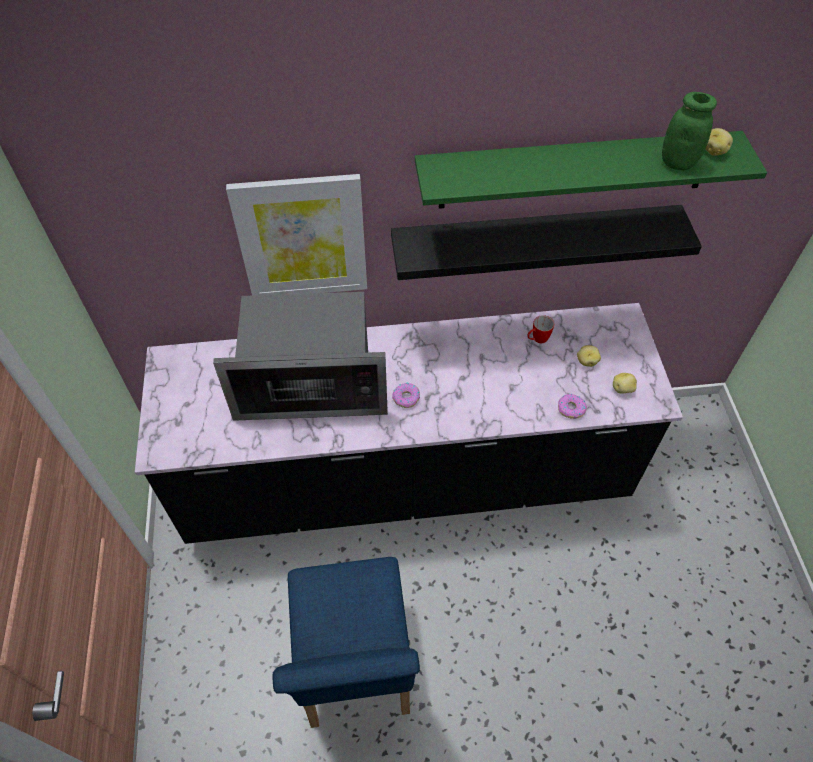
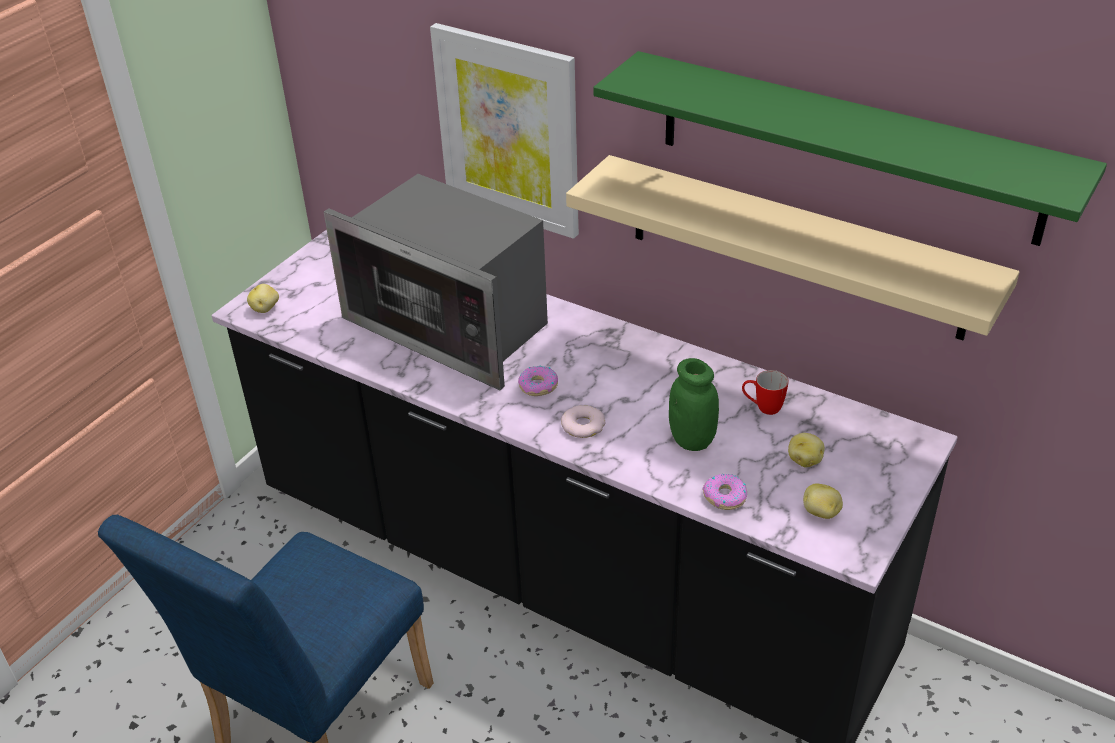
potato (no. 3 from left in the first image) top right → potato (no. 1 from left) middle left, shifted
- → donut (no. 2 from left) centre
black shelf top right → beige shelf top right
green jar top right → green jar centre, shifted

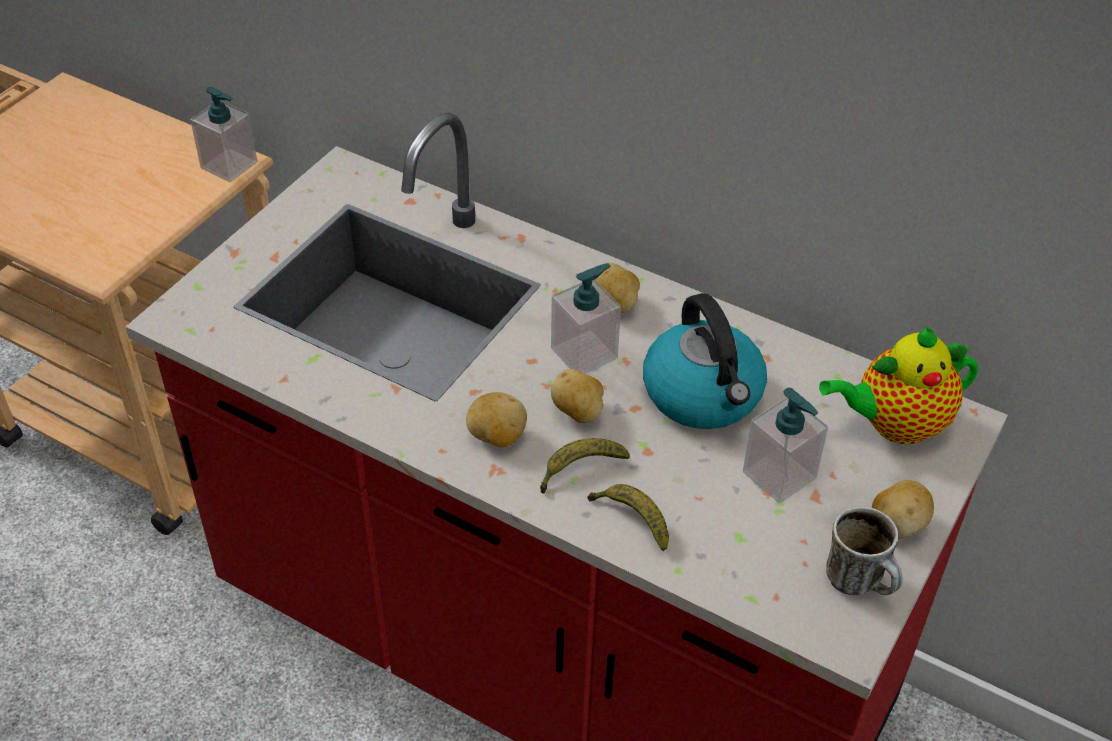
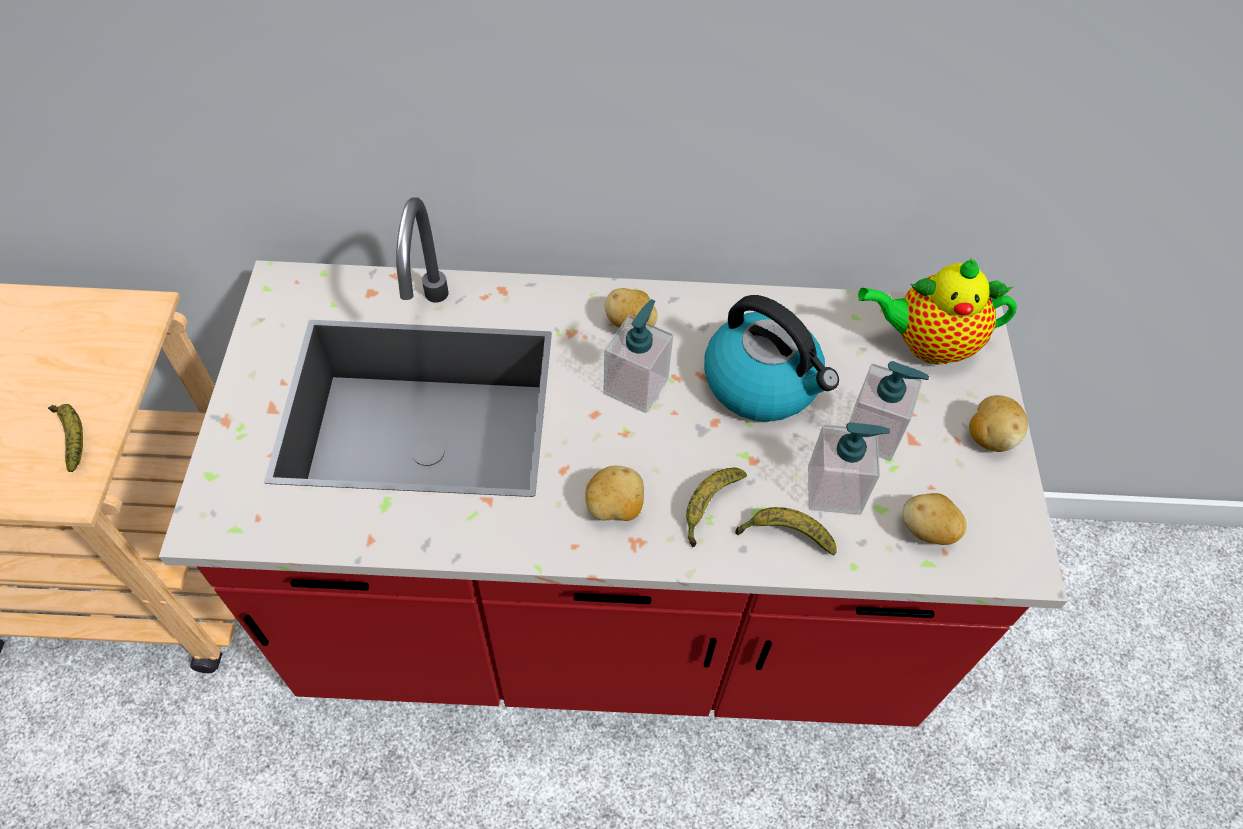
- → banana (no. 1 from left) middle left
soap dispenser (no. 1 from left in the first image) top left → soap dispenser (no. 2 from left) middle right, shifted
teapot middle right, 45 degrees clockwise
potato (no. 2 from left in the first image) centre → potato (no. 3 from left) middle right, shifted
mug bottom right → -

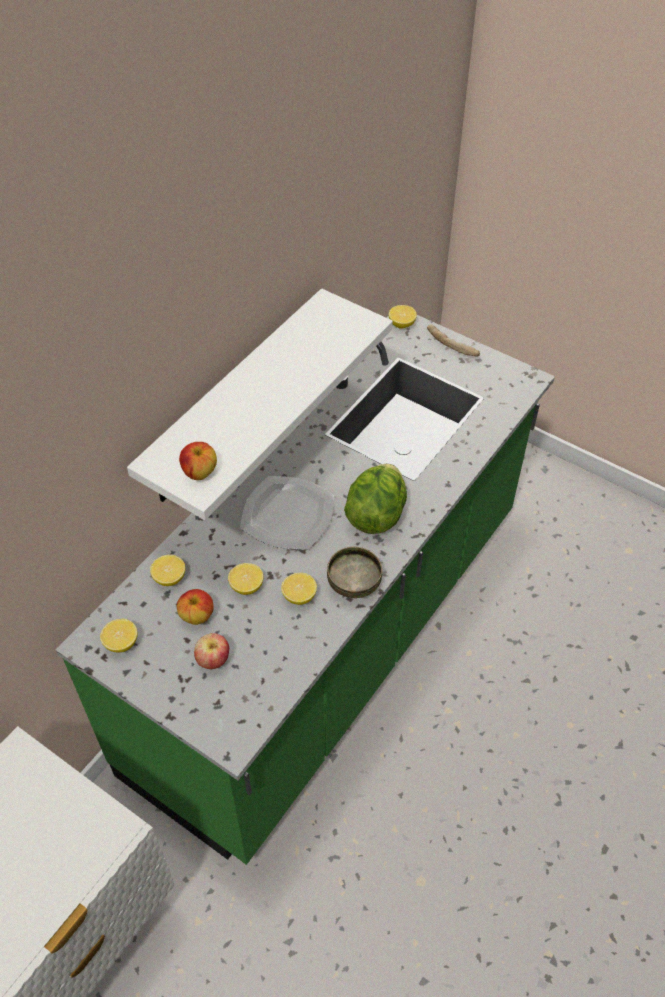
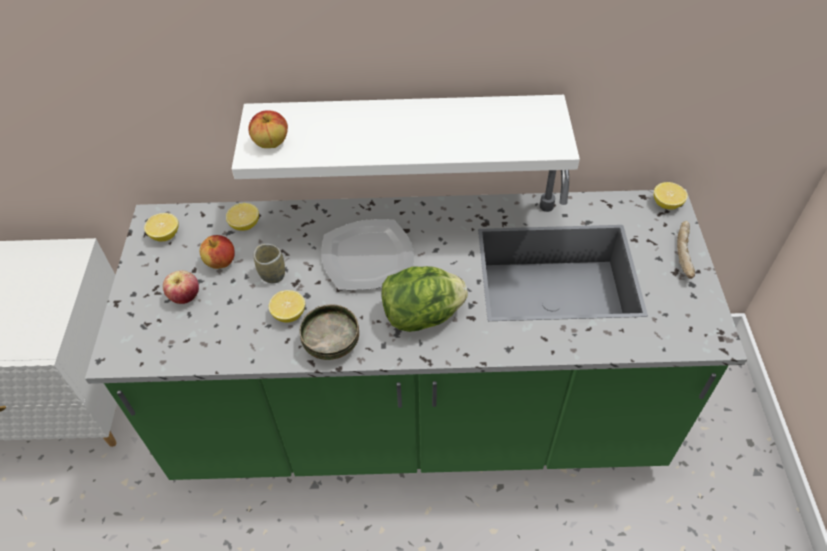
lemon (no. 3 from left) centre → cup middle left

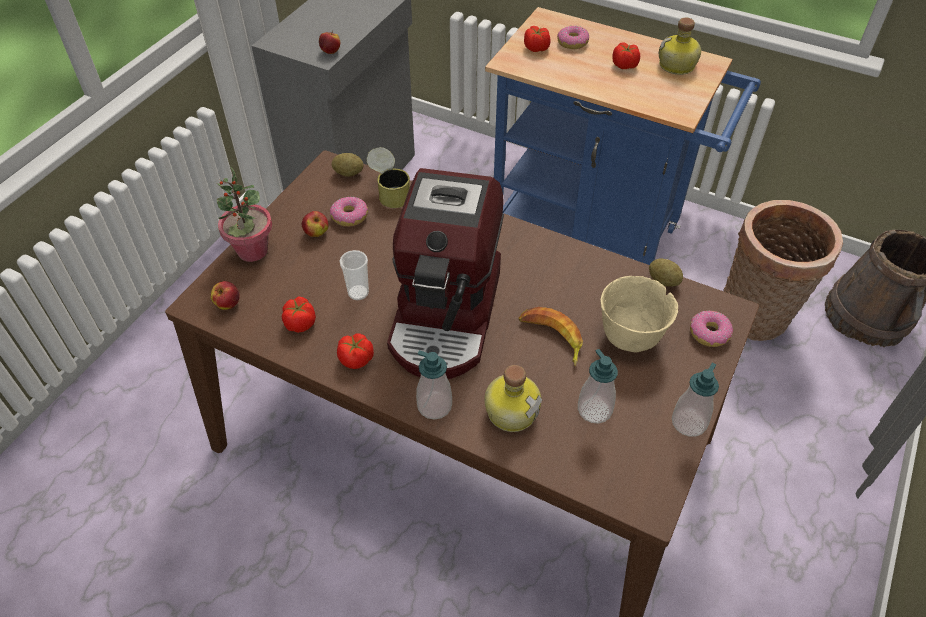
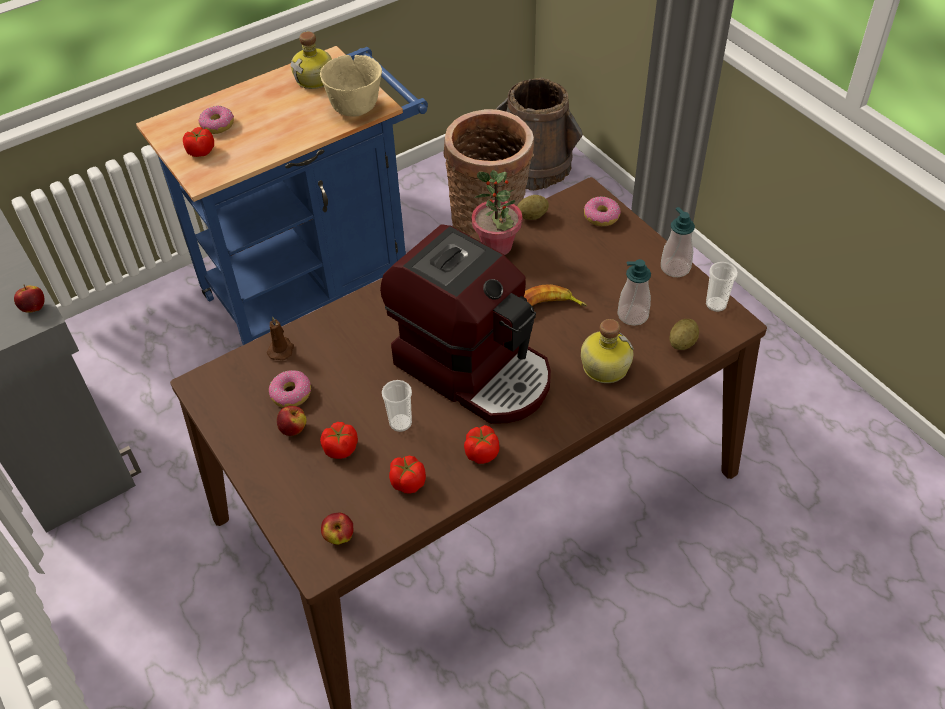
can top centre → brown candle middle left
beige bowl middle right → beige bowl top centre, shifted
tomato (no. 4 from left in the first image) top right → tomato (no. 2 from left) centre, shifted
potted plant middle left → potted plant top centre, shifted
potato (no. 1 from left in the first image) top centre → potato (no. 2 from left) middle right, shifted
- → cup (no. 2 from left) middle right
soap dispenser (no. 1 from left) centre → -

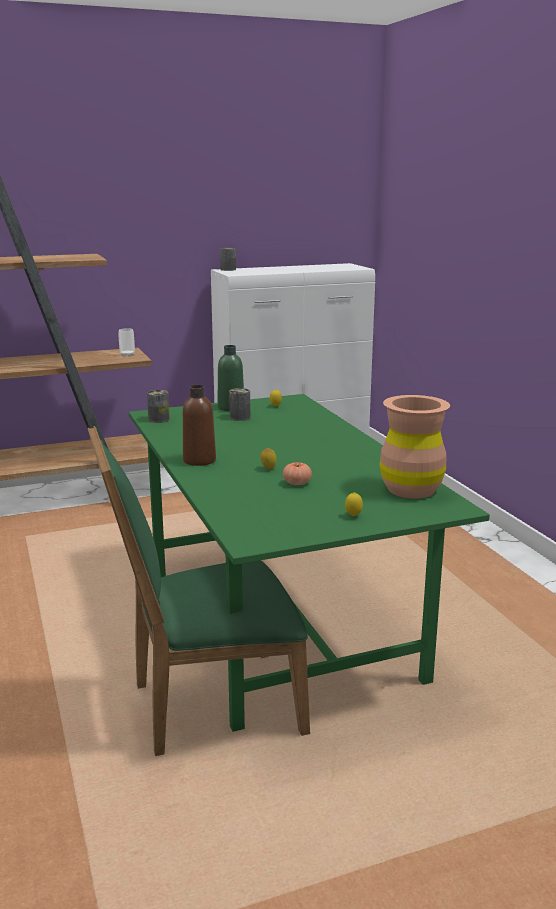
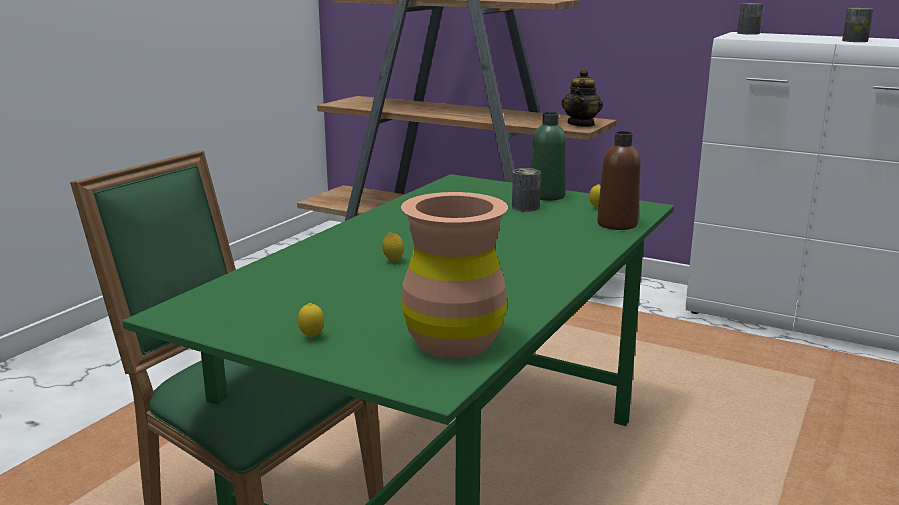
cup middle left → teapot top centre
brown bottle centre → brown bottle middle right, shifted
can (no. 1 from left in the first image) middle left → can (no. 3 from left) top right, shifted
tomato centre → -

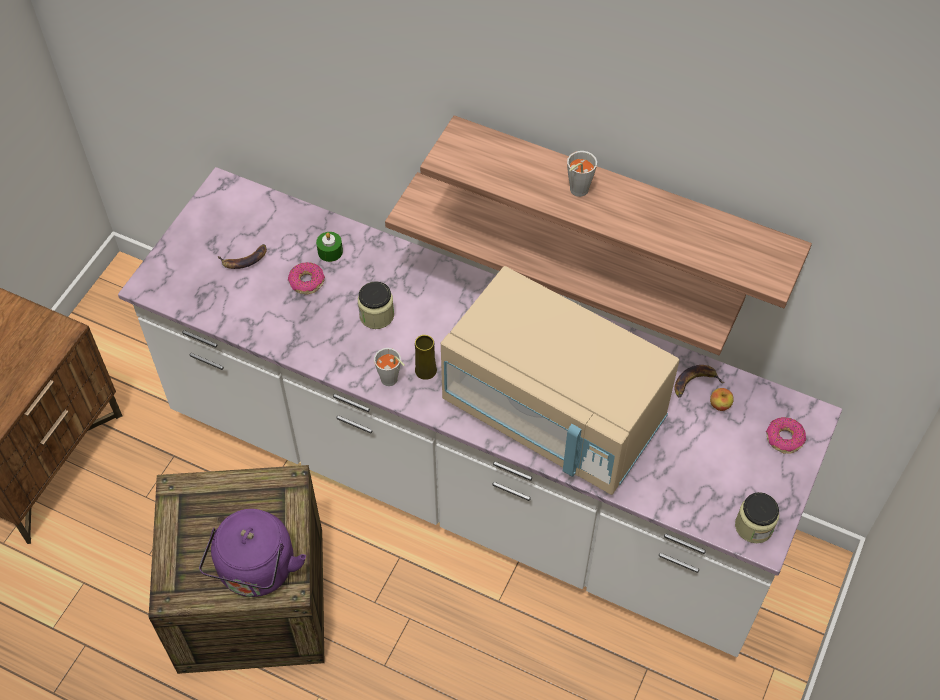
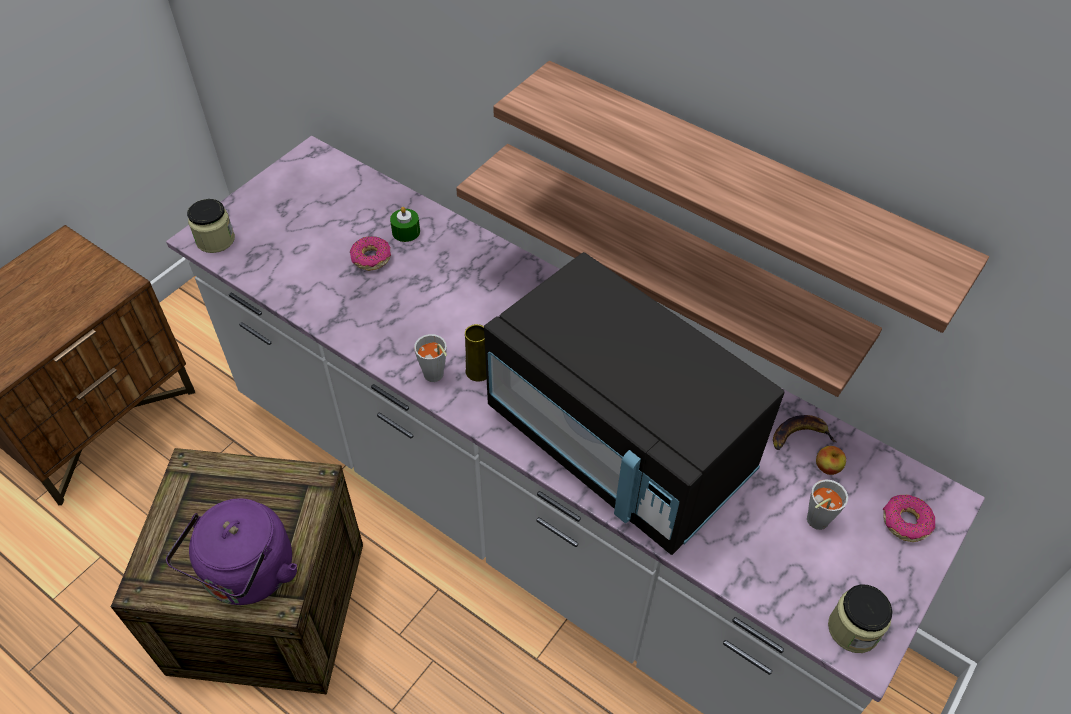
jar (no. 1 from left) centre → jar (no. 1 from left) top left, shifted
beige microwave centre → black microwave centre
grey cup (no. 2 from left) top centre → grey cup (no. 2 from left) bottom right, shifted
banana (no. 1 from left) middle left → -

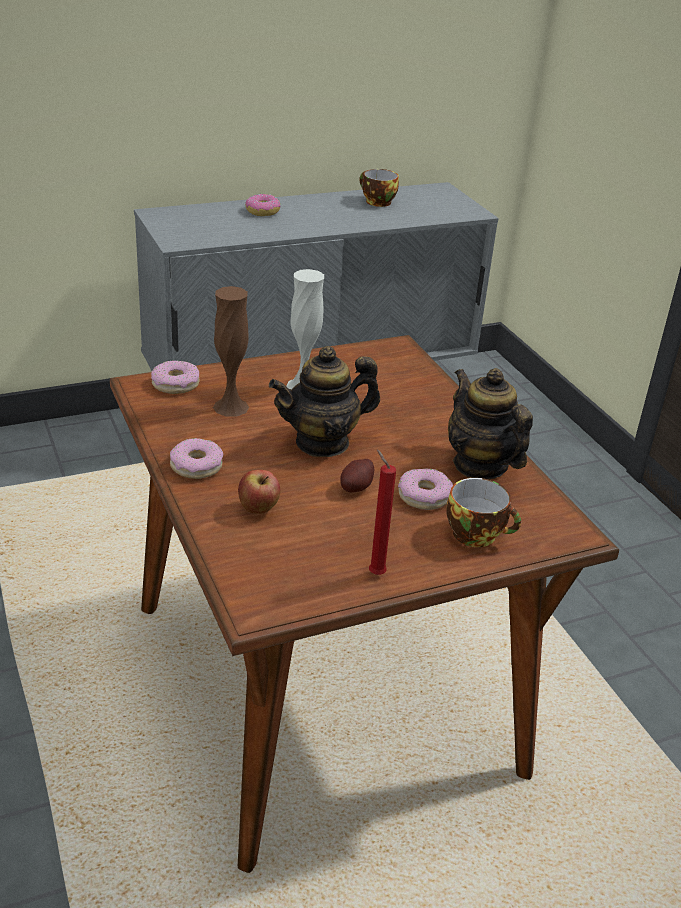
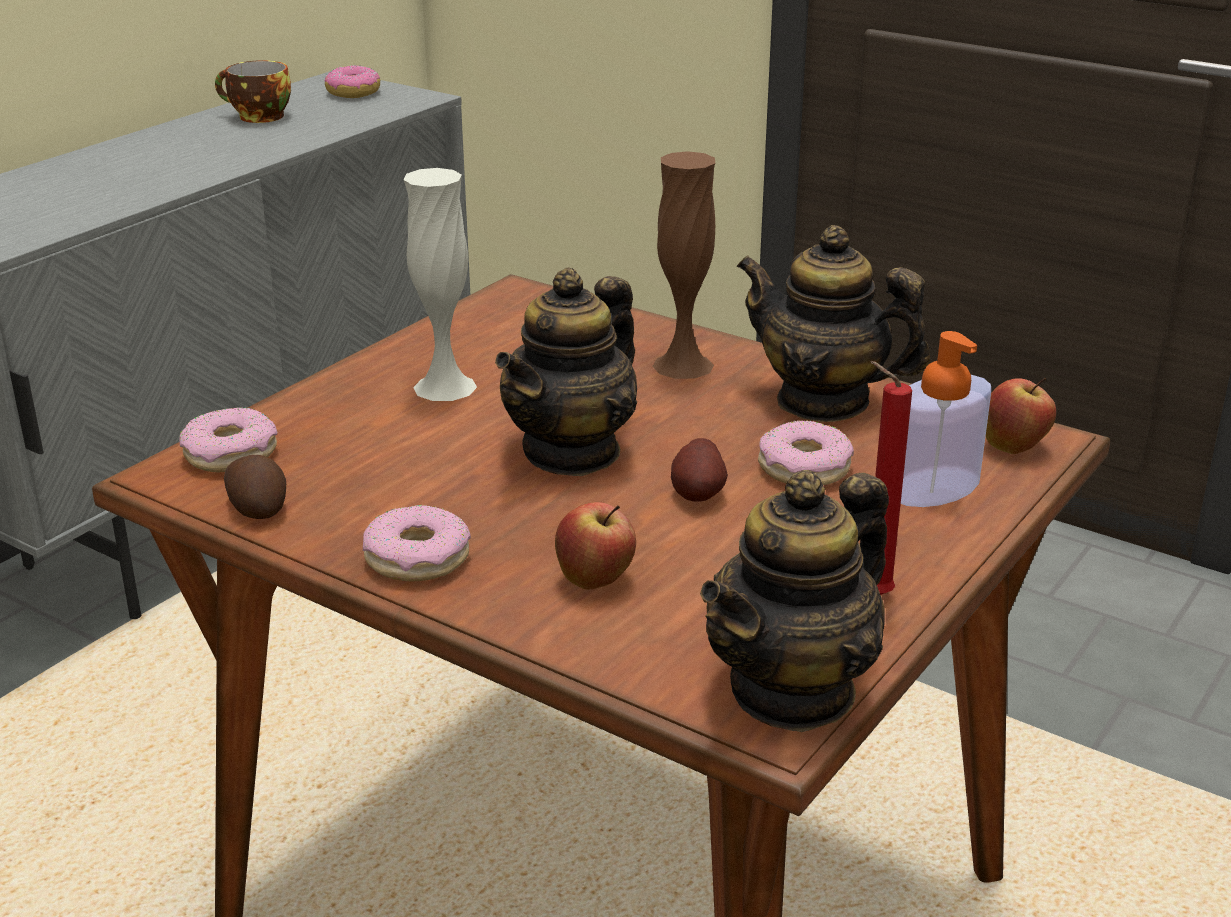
- → potato (no. 1 from left) middle left
donut (no. 3 from left in the first image) top centre → donut (no. 2 from left) top left, shifted
brown vase centre → brown vase top centre, shifted
- → teapot (no. 2 from left) centre
cup (no. 2 from left) middle right → soap dispenser middle right
- → apple (no. 2 from left) middle right

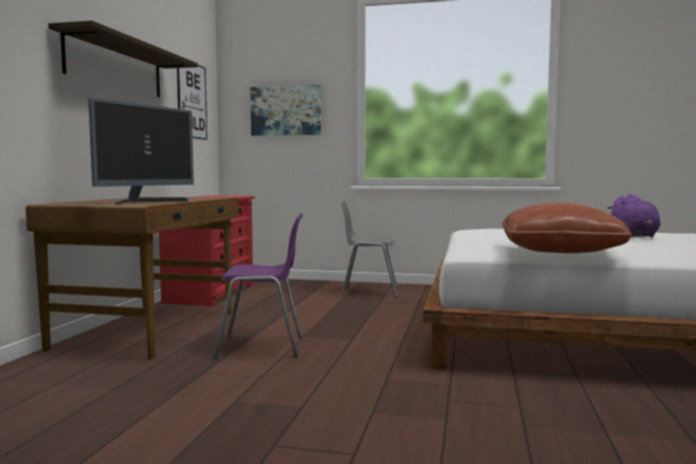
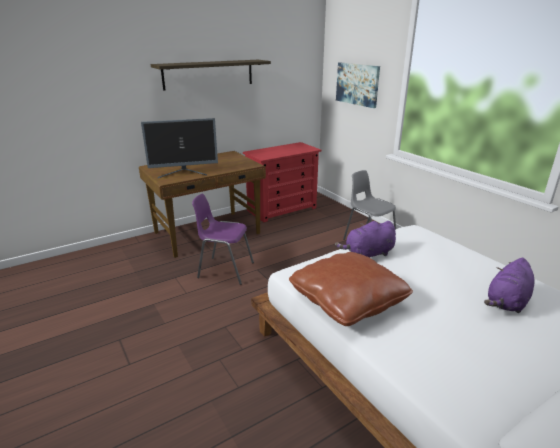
purple chair centre, 150 degrees clockwise
- → purple plush toy (no. 1 from left) centre
picture (no. 1 from left) top left → -

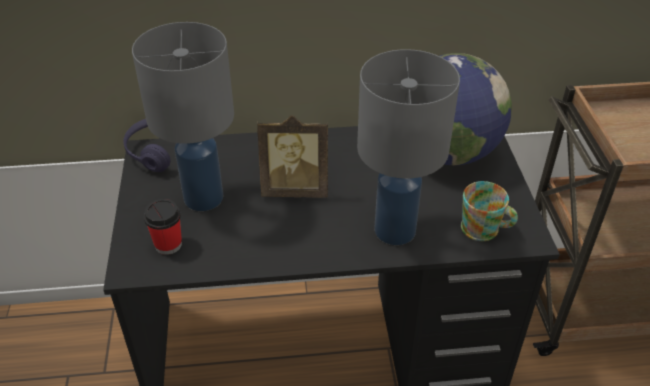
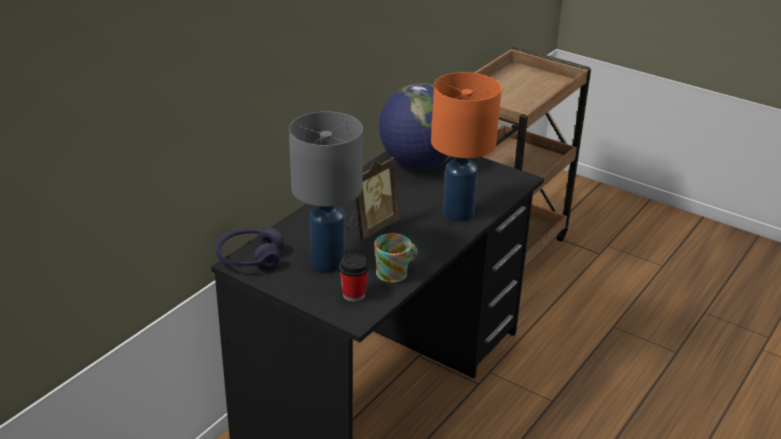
mug middle right → mug centre, shifted
grey table lamp (no. 2 from left) centre → orange table lamp centre

